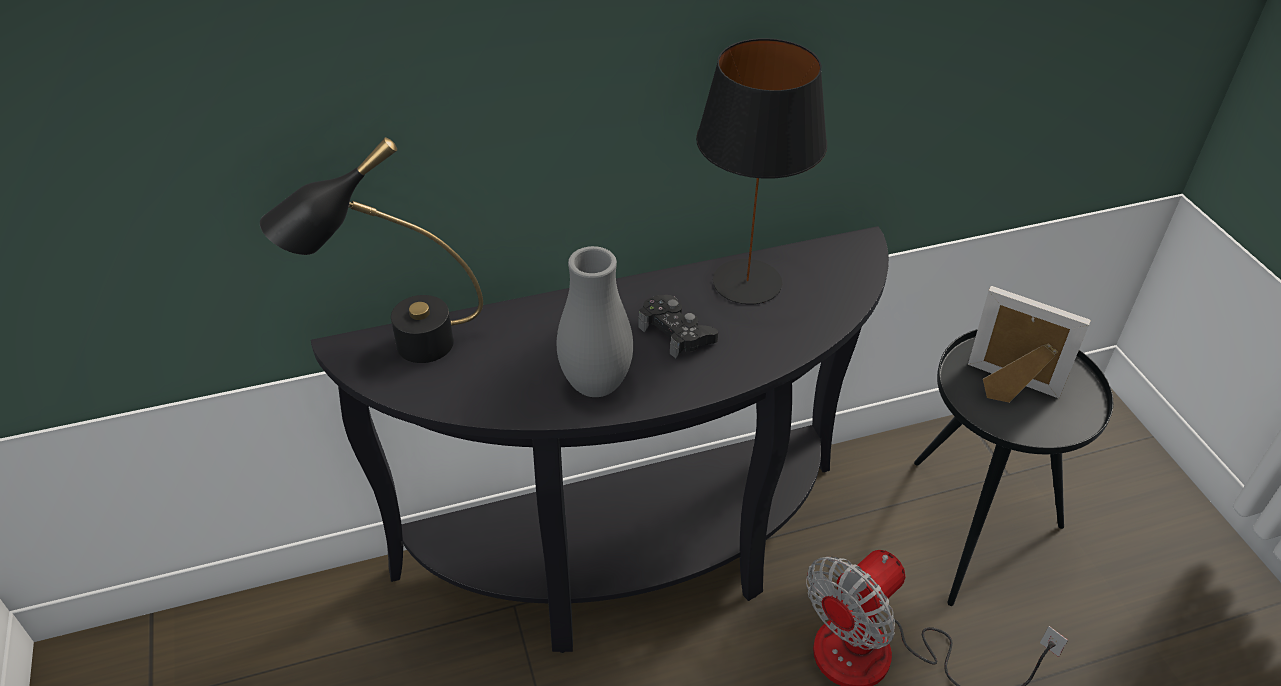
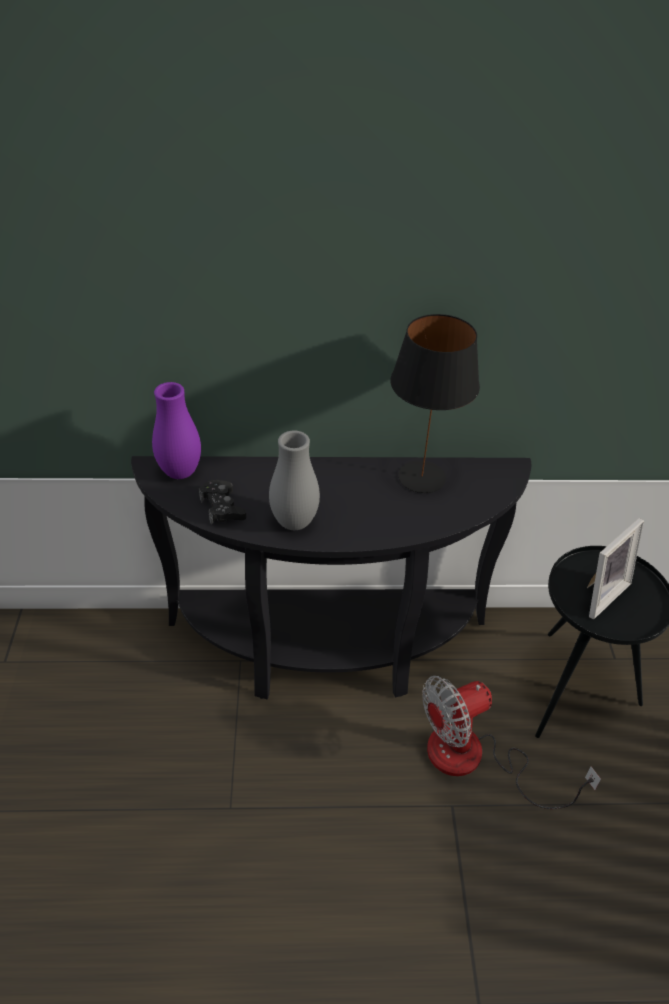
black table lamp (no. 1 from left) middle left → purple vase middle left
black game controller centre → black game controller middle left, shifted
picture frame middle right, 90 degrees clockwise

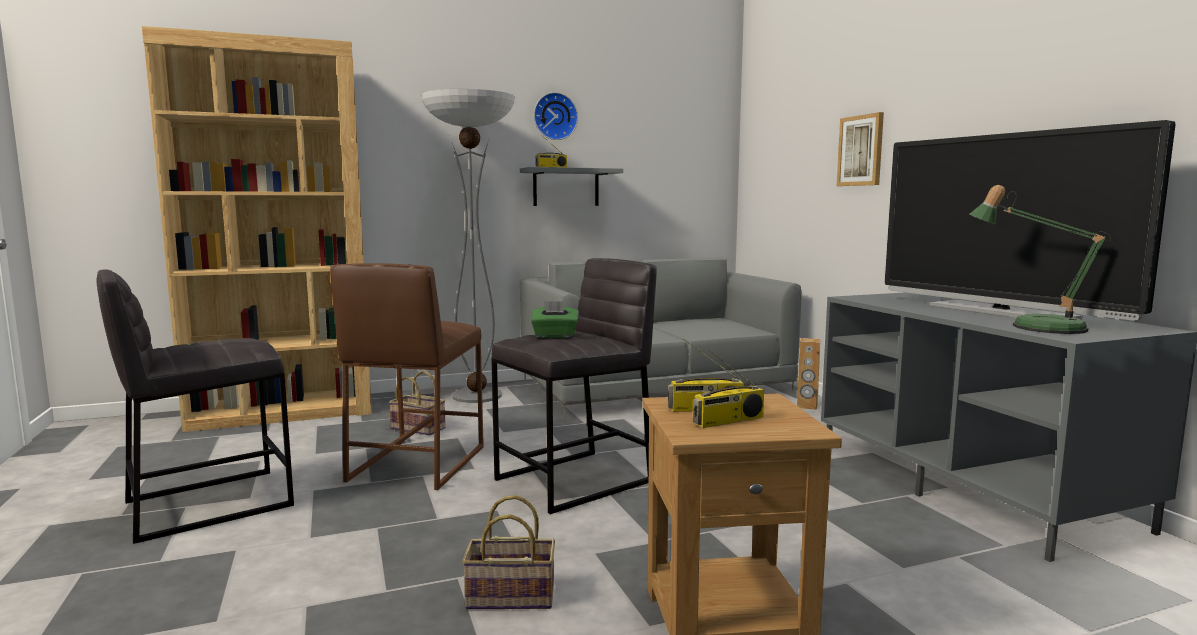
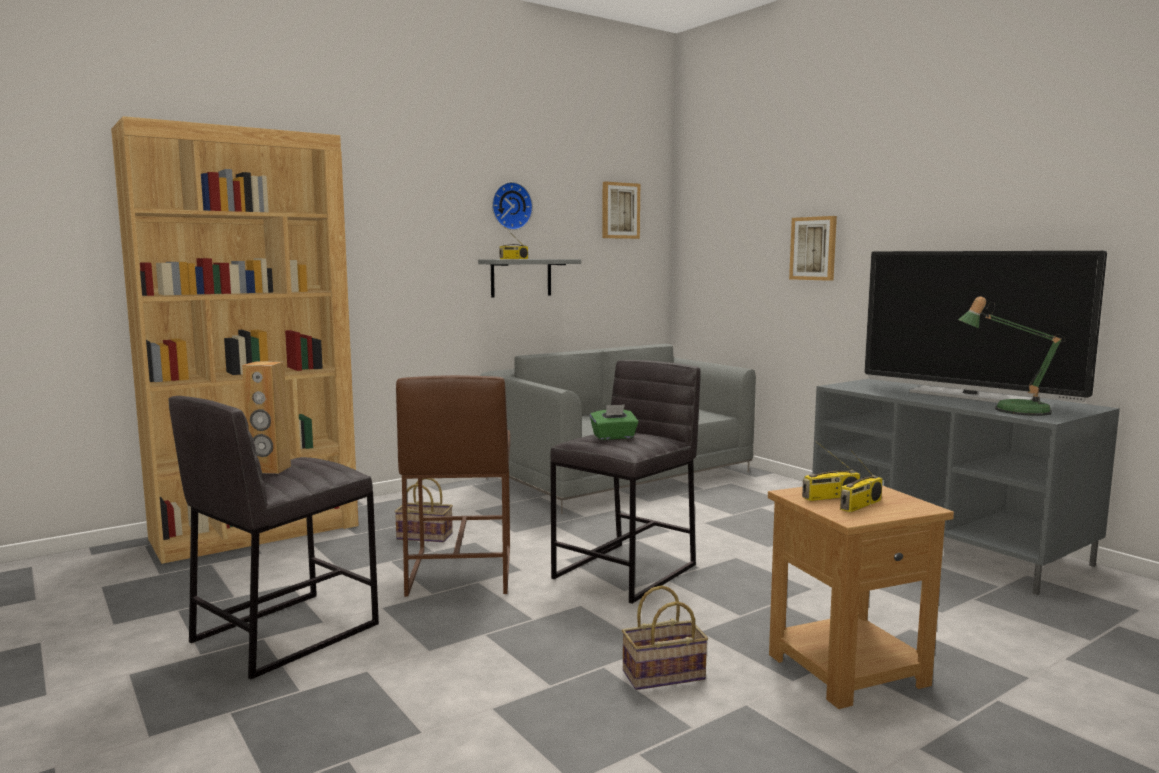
brown speaker middle right → brown speaker middle left, shifted
- → picture (no. 1 from left) top centre
floor lamp centre → -

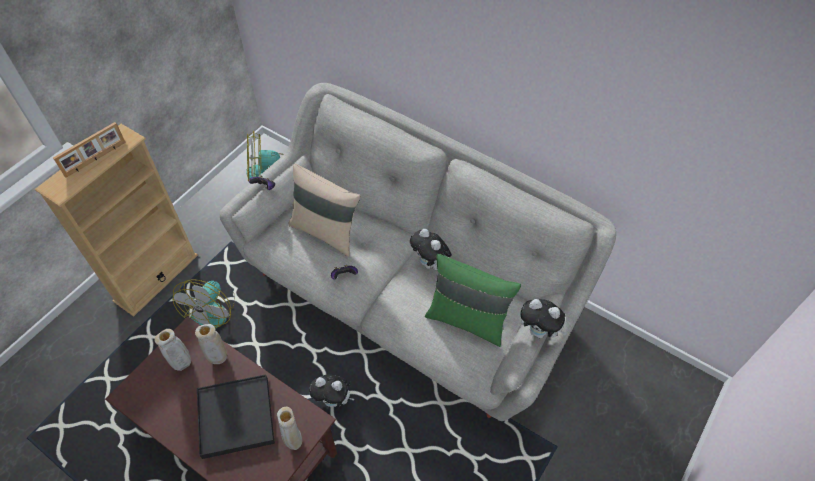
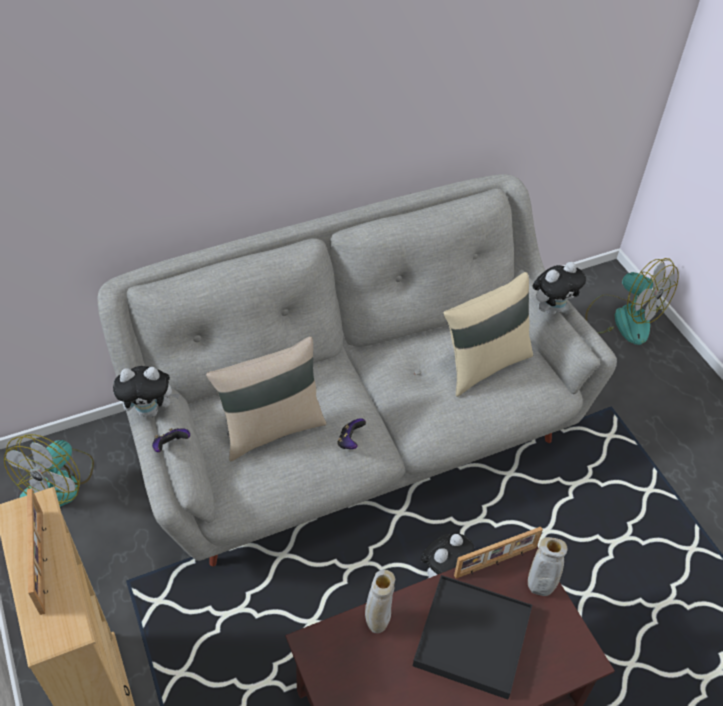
plush toy (no. 2 from left in the first image) centre → plush toy (no. 1 from left) middle left, shifted
green pillow centre → beige pillow (no. 2 from left) middle right
- → picture frame (no. 2 from left) bottom right
fan (no. 1 from left in the first image) middle left → fan (no. 2 from left) middle right, shifted
beige vase (no. 1 from left) bottom left → -

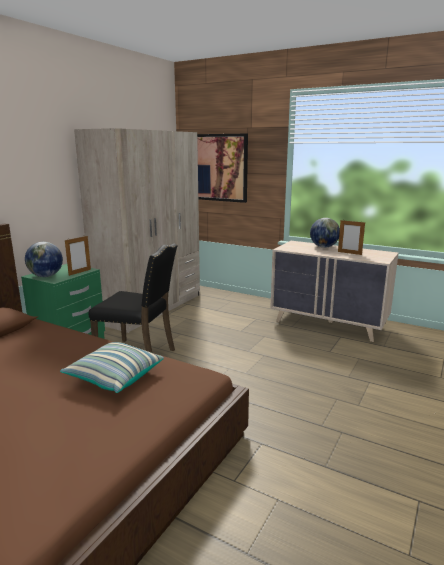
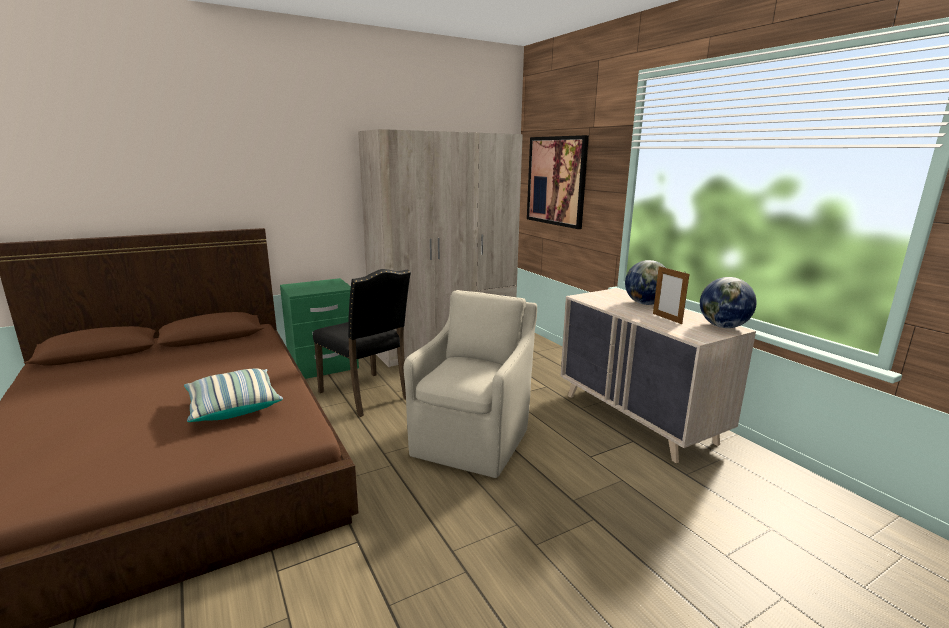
- → beige armchair centre
globe (no. 1 from left in the first image) middle left → globe (no. 2 from left) middle right, shifted
picture frame (no. 1 from left) middle left → -

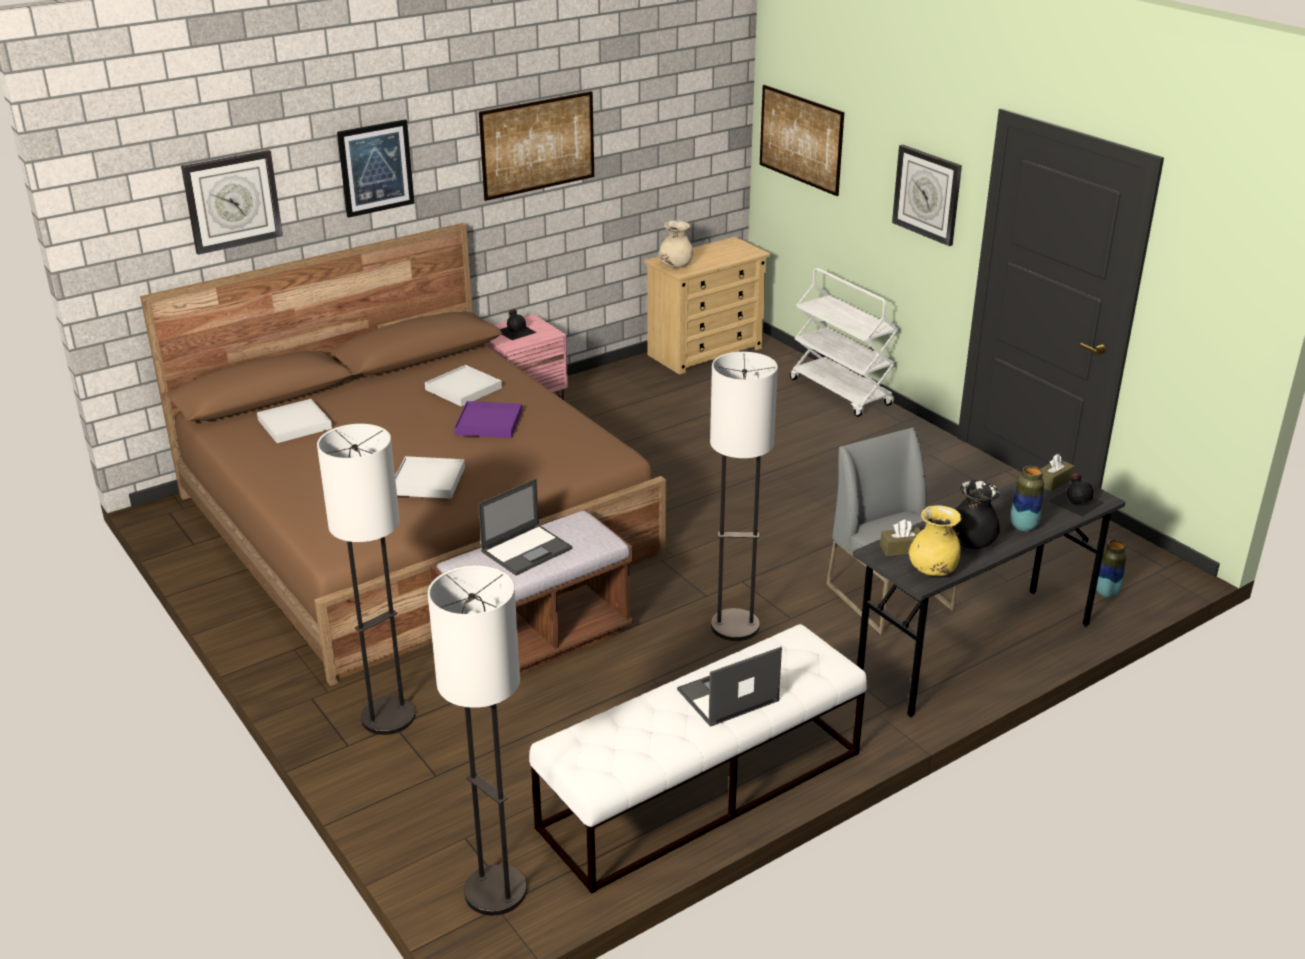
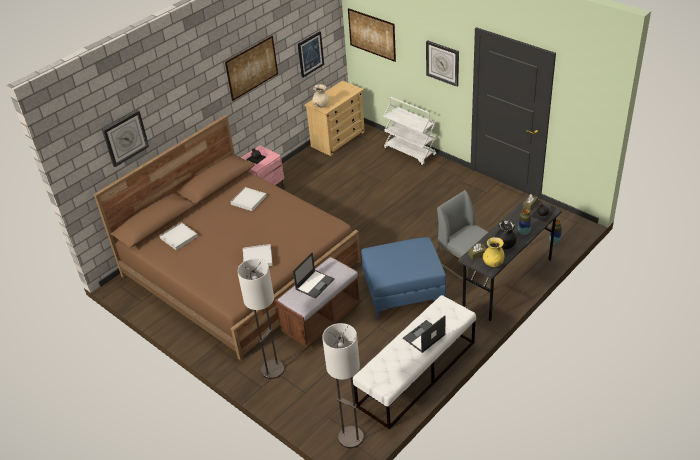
picture (no. 1 from left in the first image) top left → picture (no. 2 from left) top centre, shifted
floor lamp (no. 3 from left) centre → blue ottoman centre
purple tray centre → -

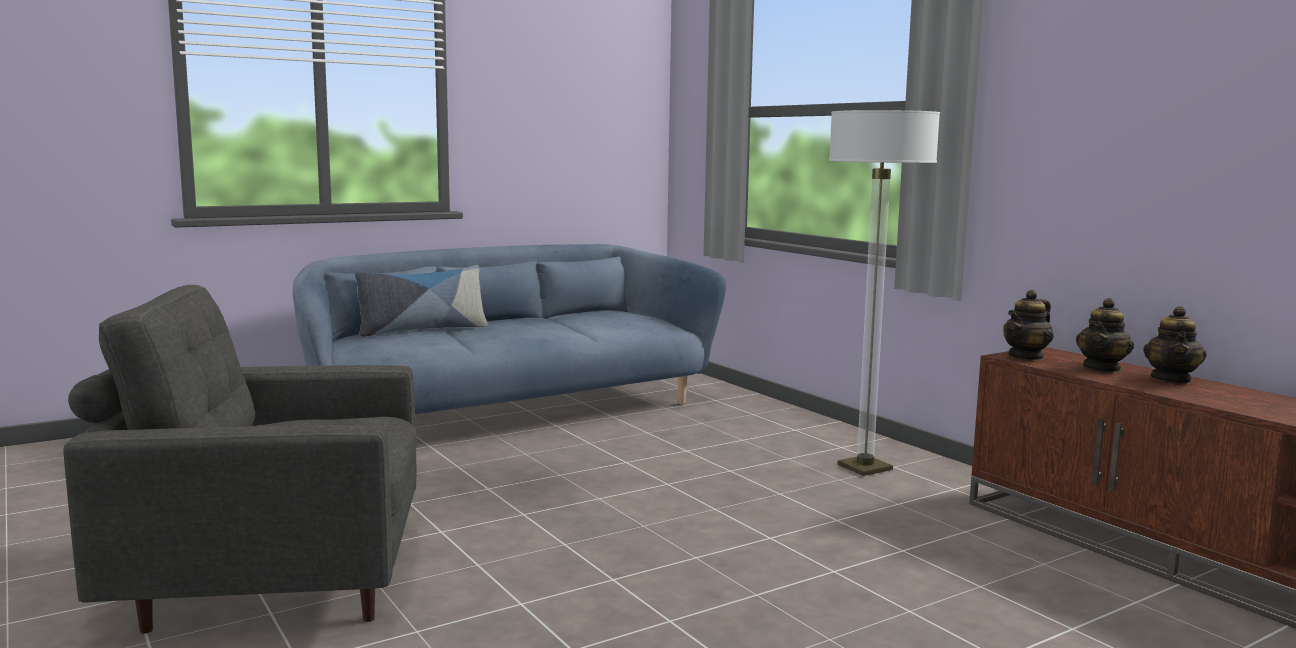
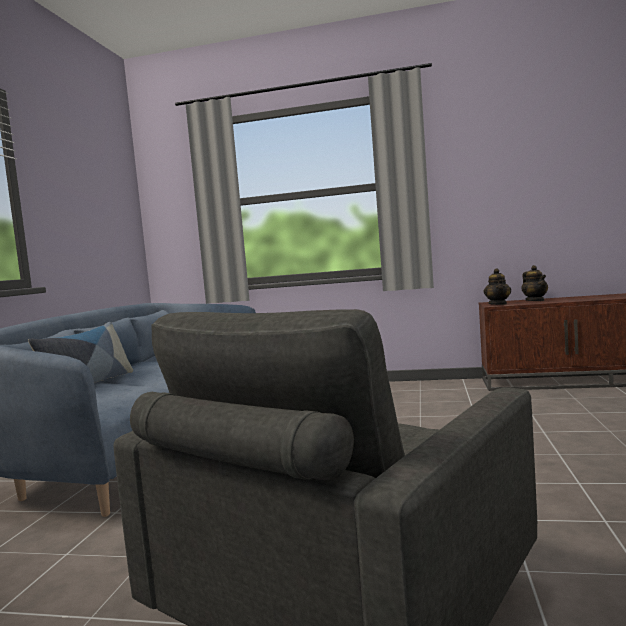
floor lamp middle right → -
teapot (no. 3 from left) middle right → -

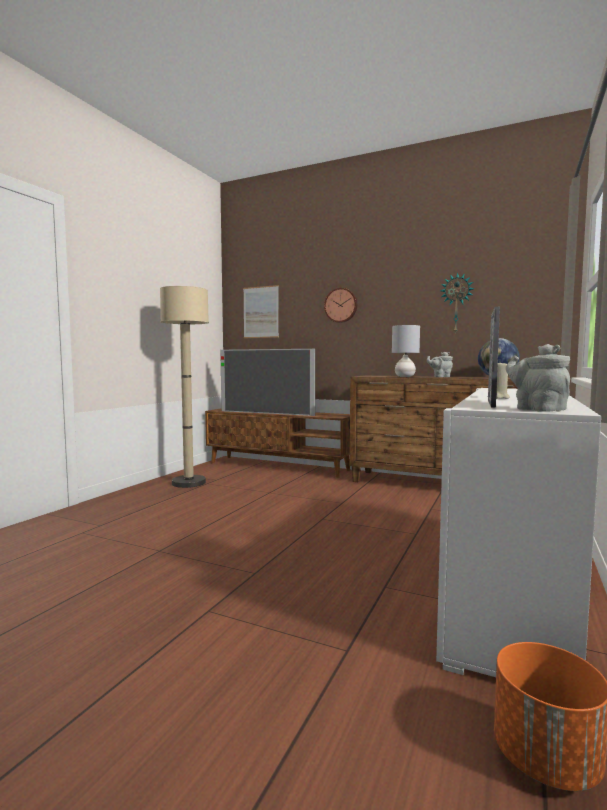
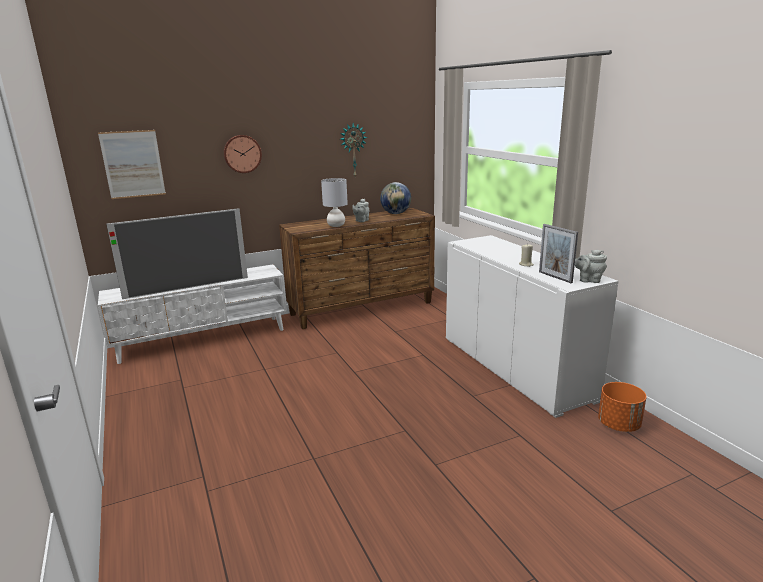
brown tv stand centre → white tv stand middle left
beige floor lamp middle left → -

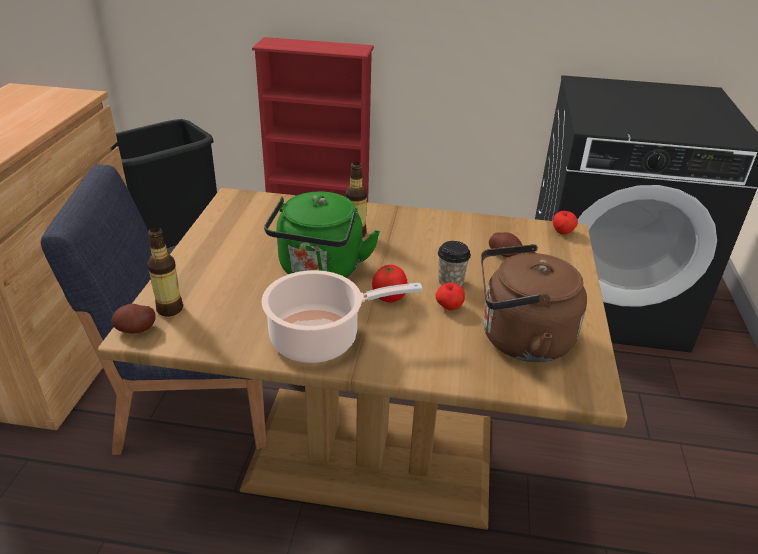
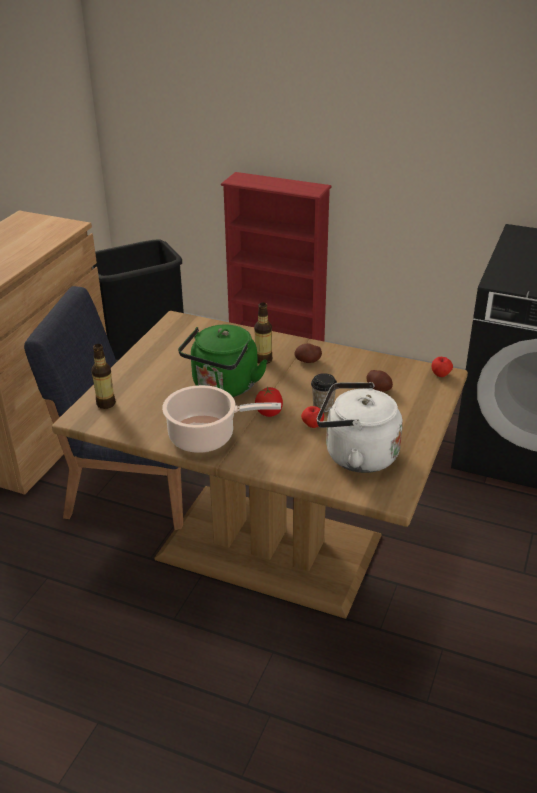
potato (no. 1 from left) middle left → potato (no. 1 from left) centre, shifted
brown kettle middle right → white kettle middle right

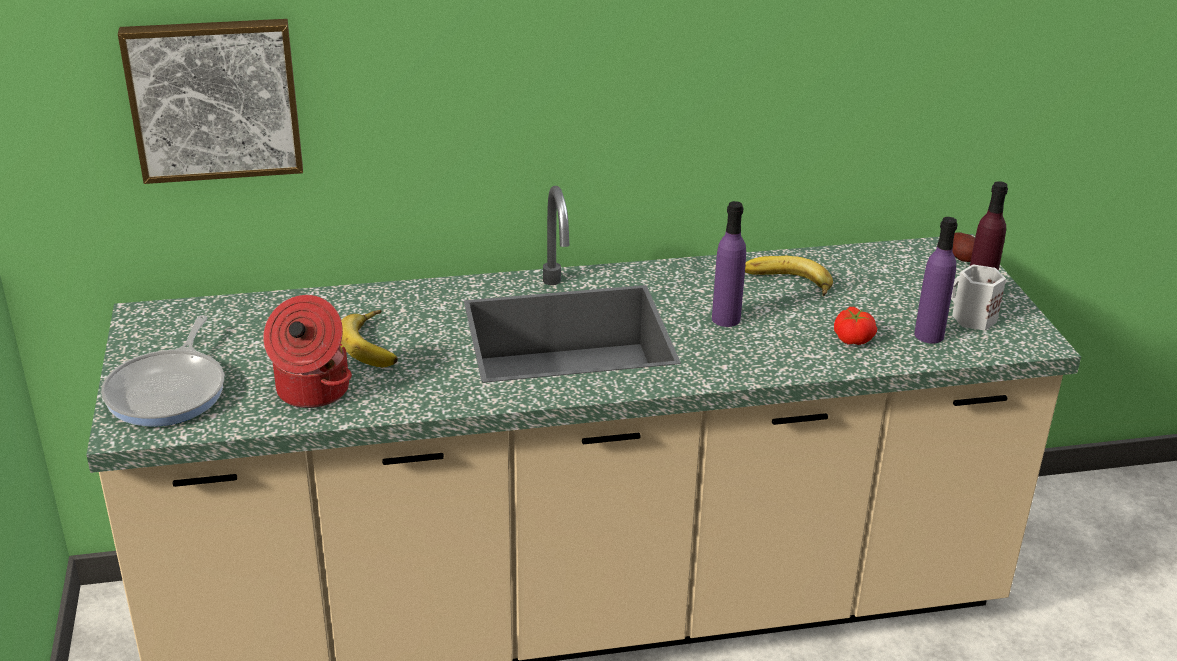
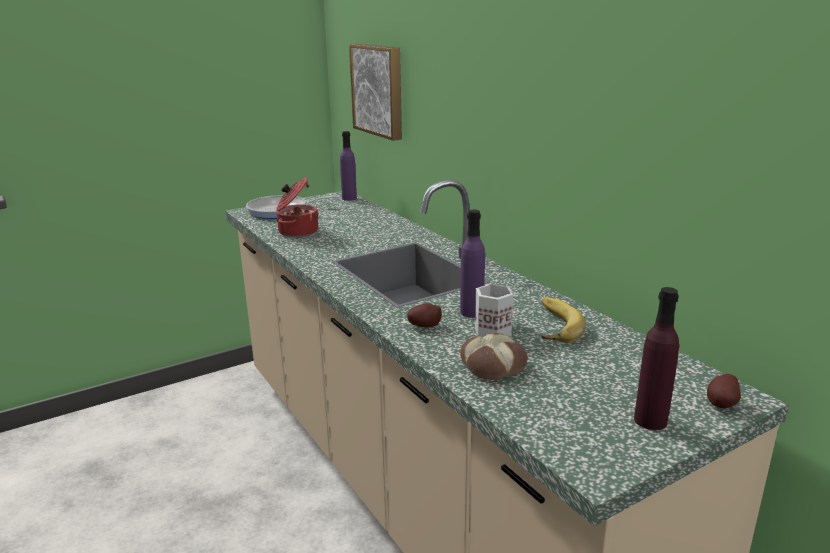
purple bottle (no. 2 from left in the first image) middle right → purple bottle (no. 1 from left) top centre, shifted
- → potato (no. 1 from left) centre
tomato middle right → bread centre
white mug middle right → white mug centre, shifted
banana (no. 1 from left) middle left → -

